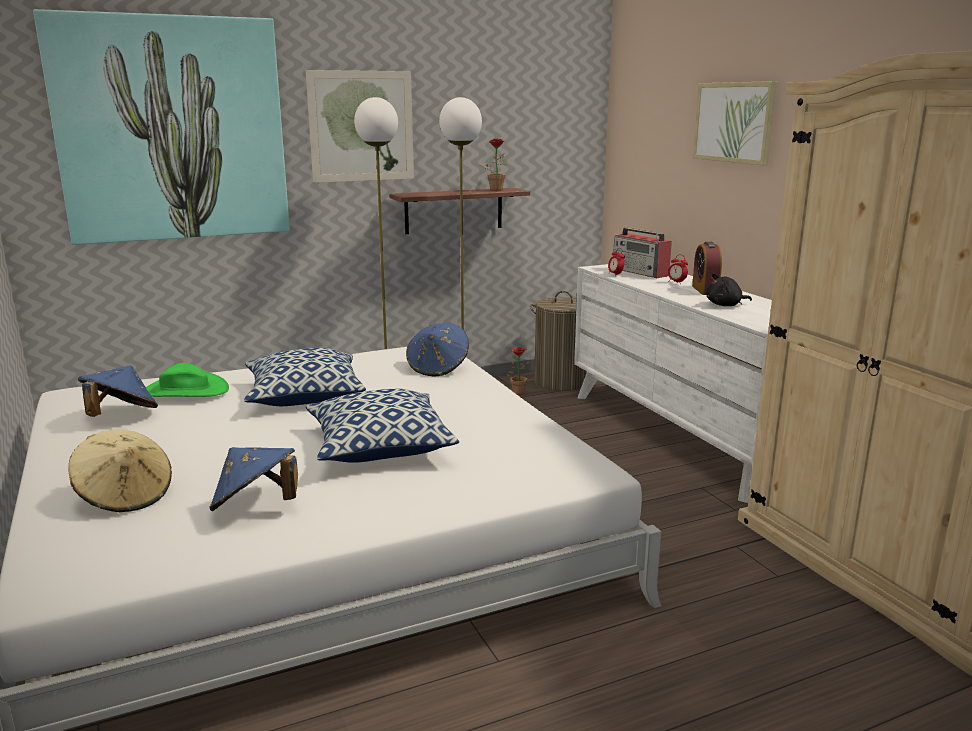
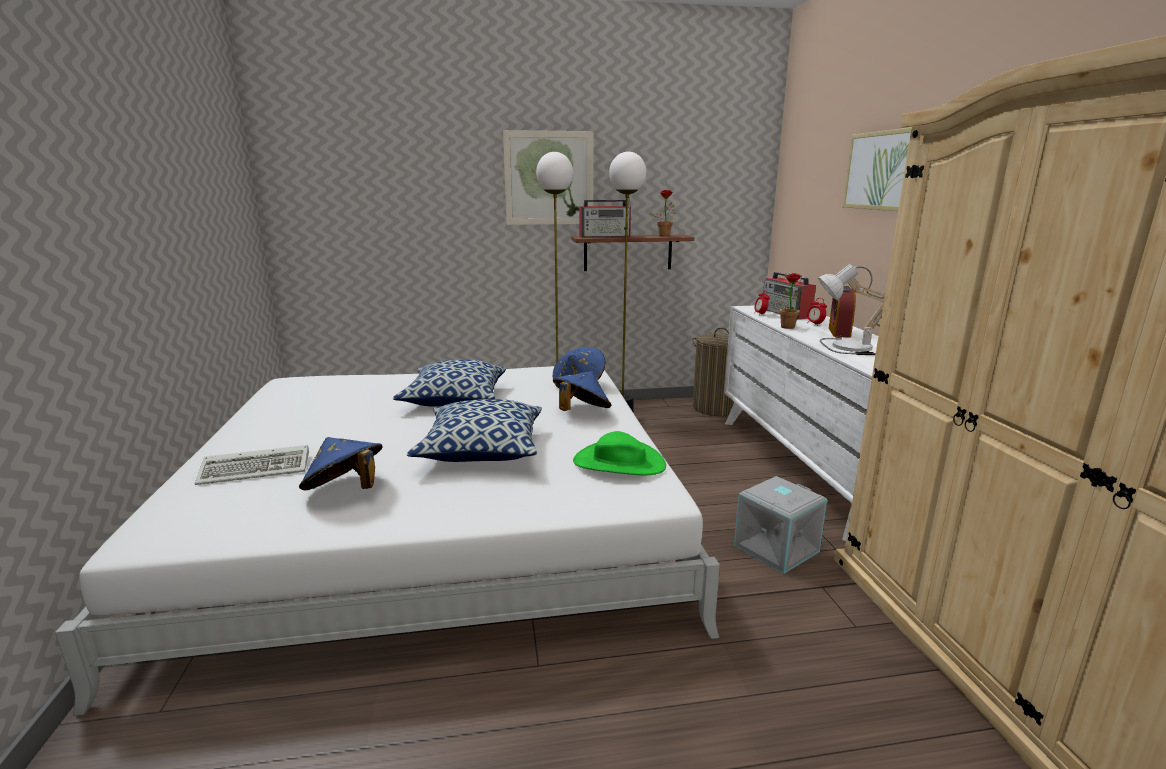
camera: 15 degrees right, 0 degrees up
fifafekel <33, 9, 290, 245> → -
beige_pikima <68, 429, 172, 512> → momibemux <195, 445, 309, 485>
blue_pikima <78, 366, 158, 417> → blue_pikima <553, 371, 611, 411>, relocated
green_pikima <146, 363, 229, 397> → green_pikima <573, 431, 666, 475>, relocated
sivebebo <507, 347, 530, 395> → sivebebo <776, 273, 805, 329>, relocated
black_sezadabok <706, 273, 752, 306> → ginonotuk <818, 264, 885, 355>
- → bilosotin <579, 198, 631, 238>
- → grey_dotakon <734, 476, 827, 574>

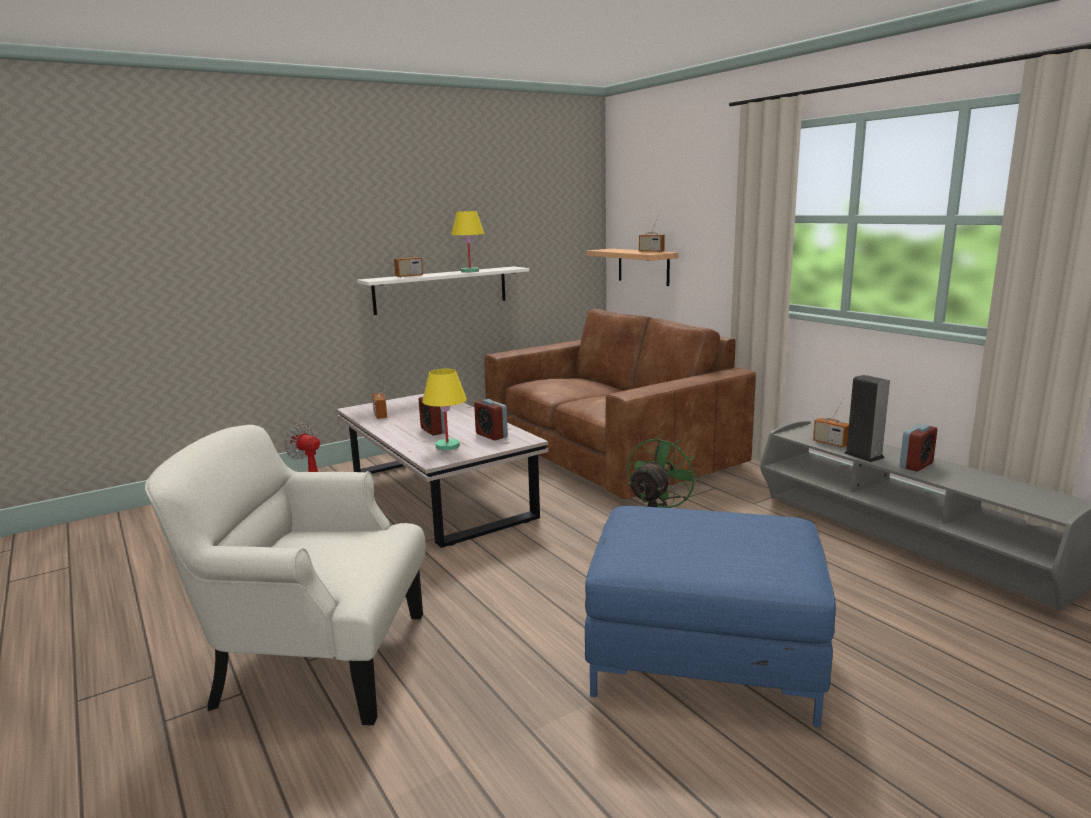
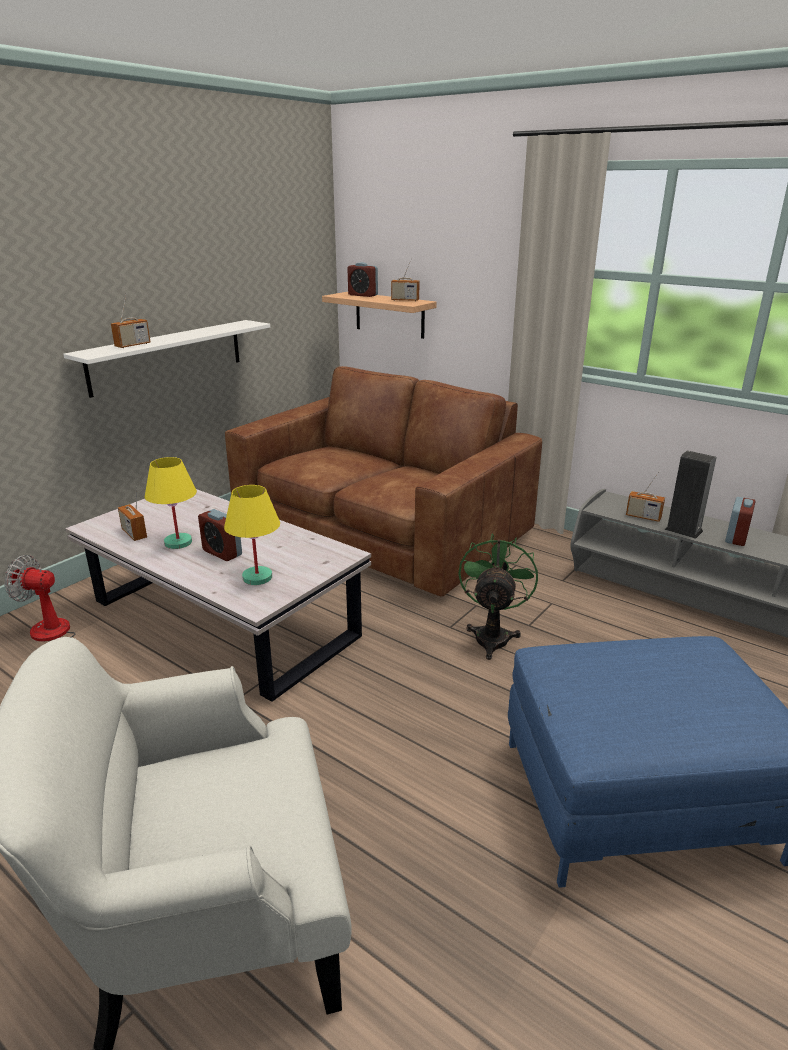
camera: 20 degrees left, 10 degrees up
yellow_ginonotuk <451, 211, 485, 273> → yellow_ginonotuk <145, 457, 197, 549>, relocated
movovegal <474, 399, 508, 440> → movovegal <347, 262, 378, 297>, relocated

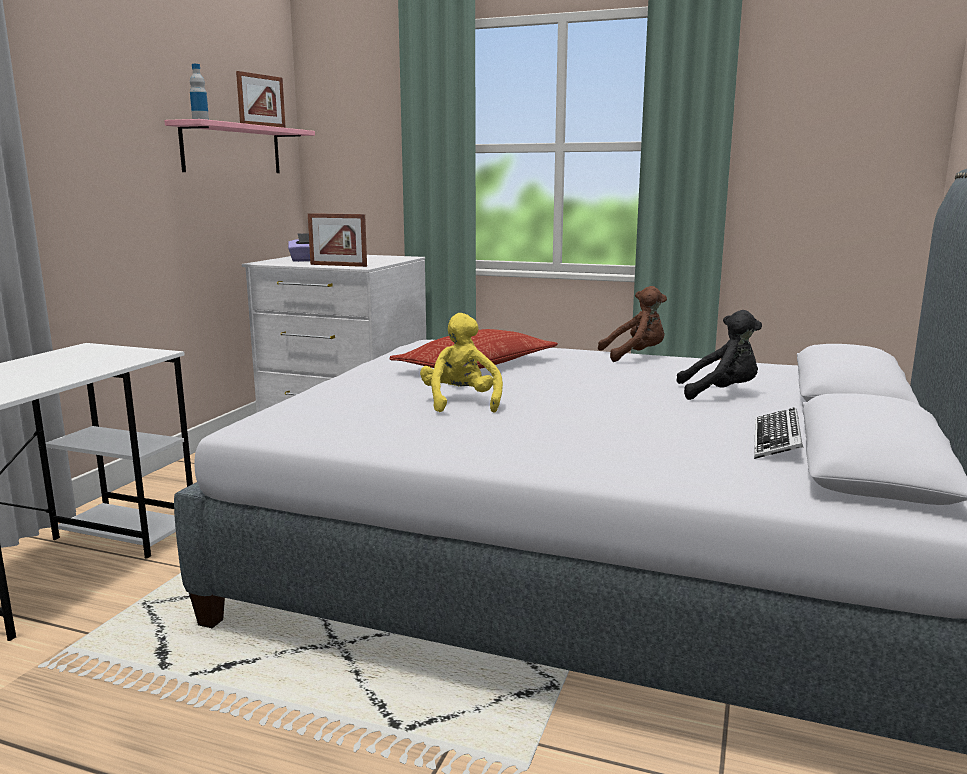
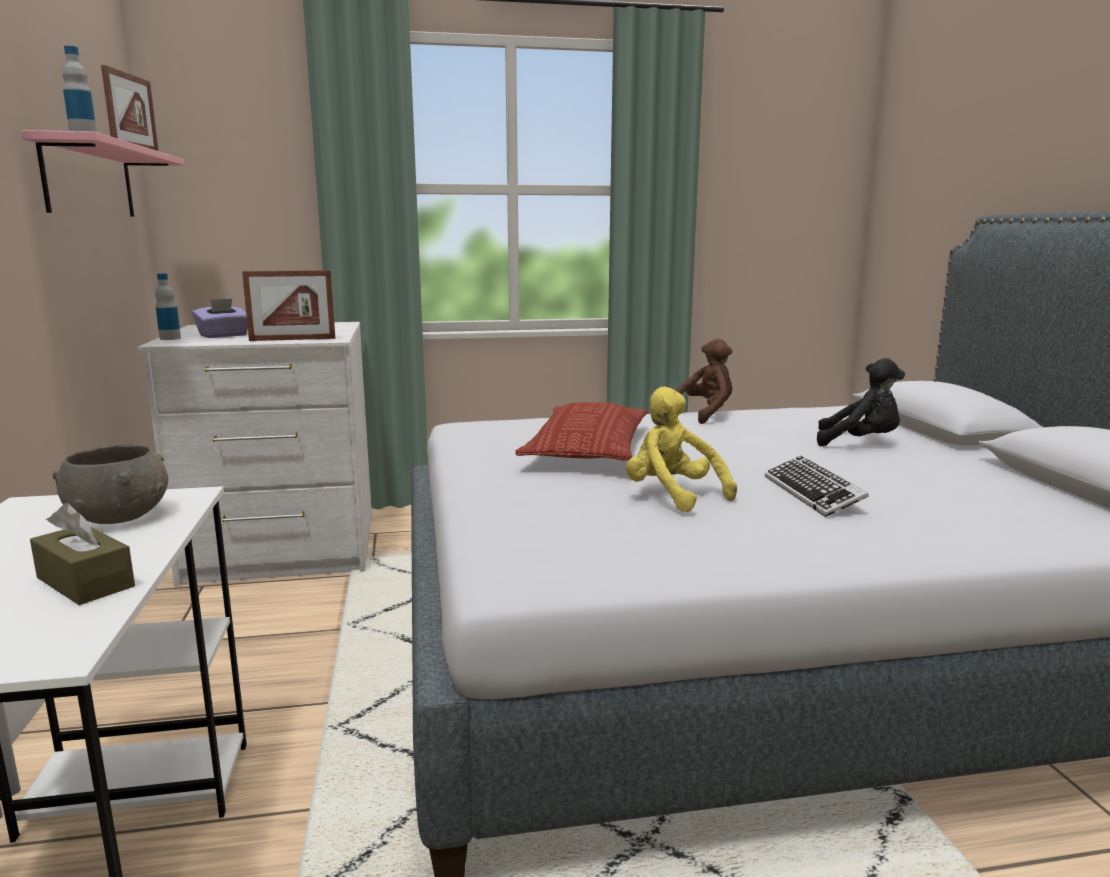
camera: 30 degrees left, 0 degrees up
black_sezadabok <676, 310, 762, 400> → black_sezadabok <817, 358, 905, 446>, 45 degrees clockwise
momibemux <754, 407, 803, 459> → momibemux <765, 456, 869, 517>, relocated
- → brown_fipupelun <30, 503, 135, 605>
- → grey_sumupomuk <52, 444, 168, 524>
- → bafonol <155, 273, 181, 340>

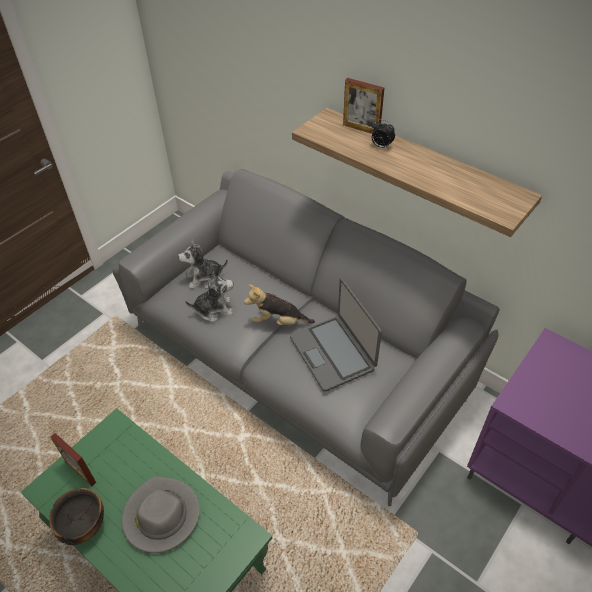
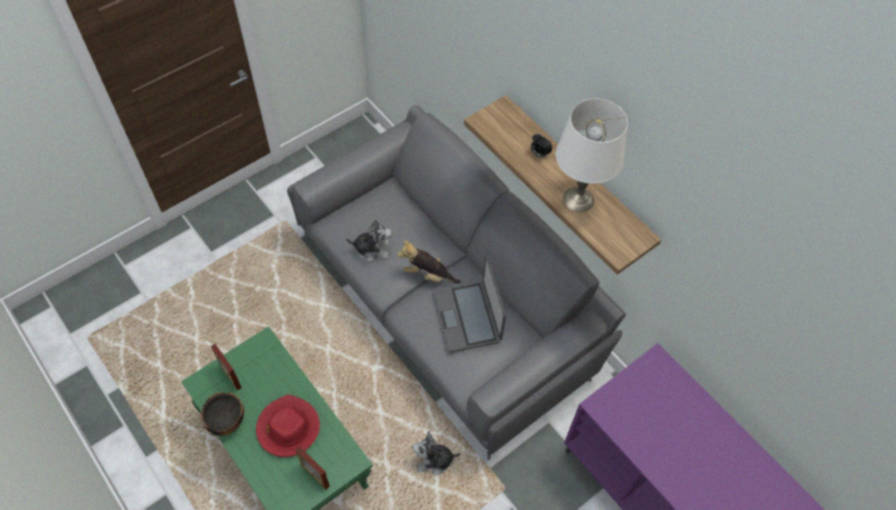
camera: 10 degrees right, 10 degrees up
grey_pikima <122, 476, 200, 553> → red_pikima <256, 395, 320, 457>
sezadabok <178, 238, 228, 289> → sezadabok <412, 431, 460, 475>, relocated
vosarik <343, 78, 385, 134> → vosarik <295, 446, 330, 489>, relocated
- → white_ginonotuk <556, 98, 628, 212>

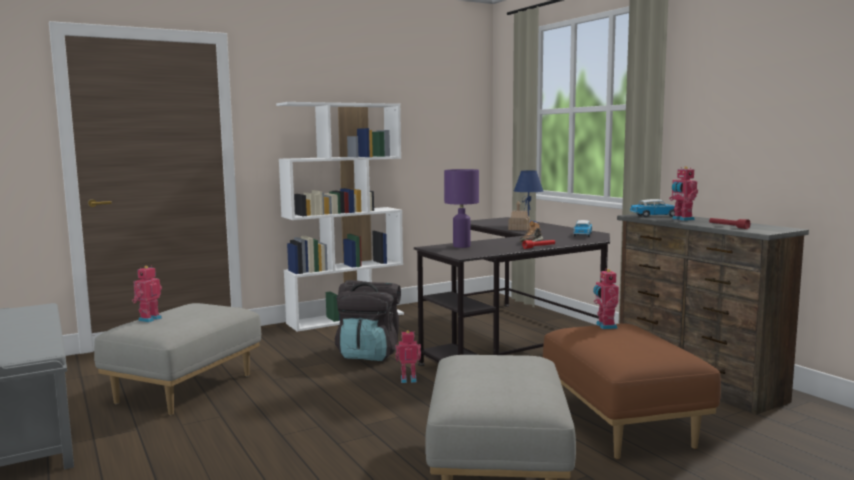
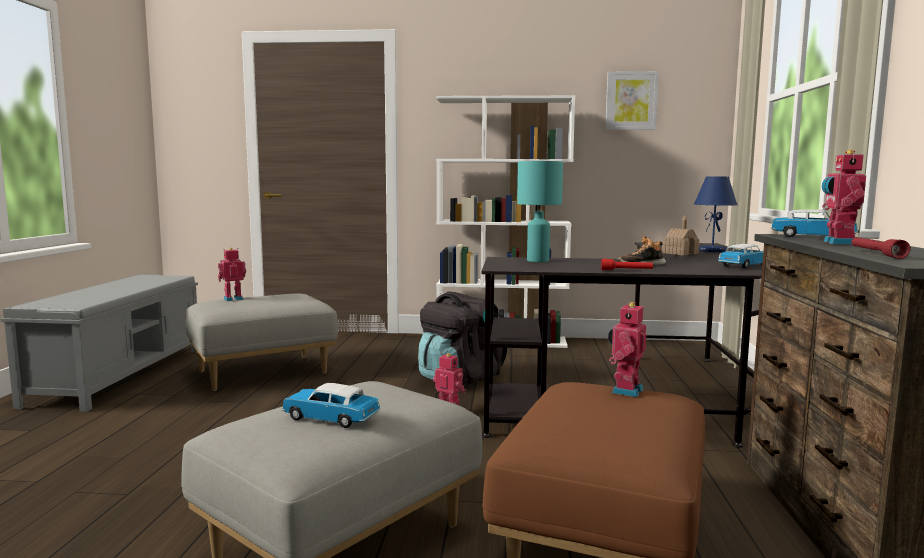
camera: 35 degrees right, 0 degrees up
purple_ginonotuk <444, 169, 479, 248> → turquoise_ginonotuk <517, 161, 563, 262>
- → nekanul <282, 383, 380, 428>
- → fifafekel <605, 71, 659, 130>

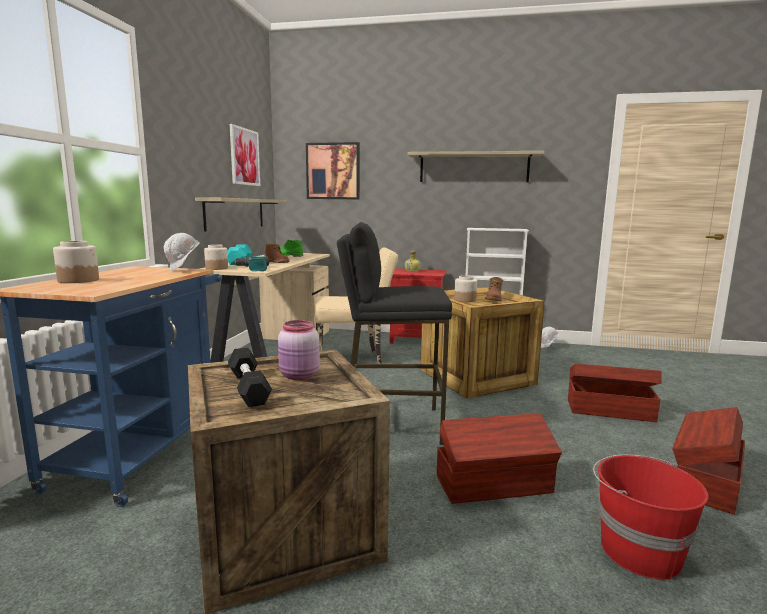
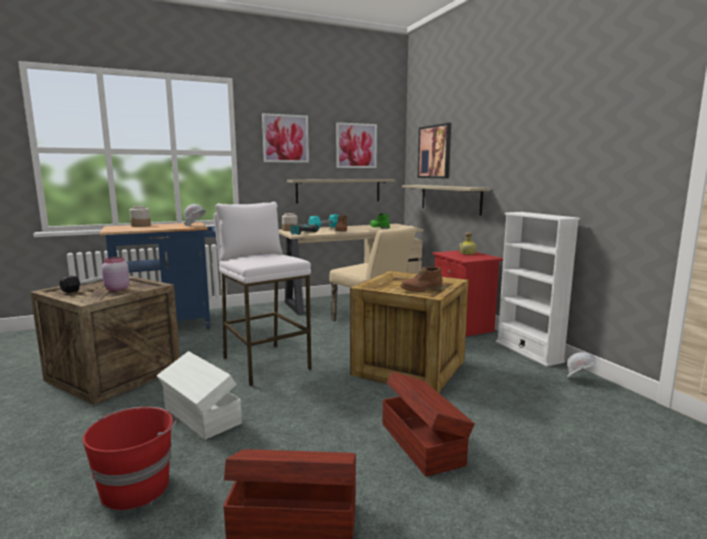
camera: 55 degrees right, 0 degrees up
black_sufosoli <337, 222, 452, 445> → white_sufosoli <214, 202, 312, 387>
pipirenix <408, 151, 545, 182> → pipirenix <402, 185, 490, 216>, relocated
brown_dotakon <437, 413, 562, 504> → white_dotakon <157, 351, 242, 440>
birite <454, 275, 477, 302> → -
- → fifafekel <262, 113, 309, 163>

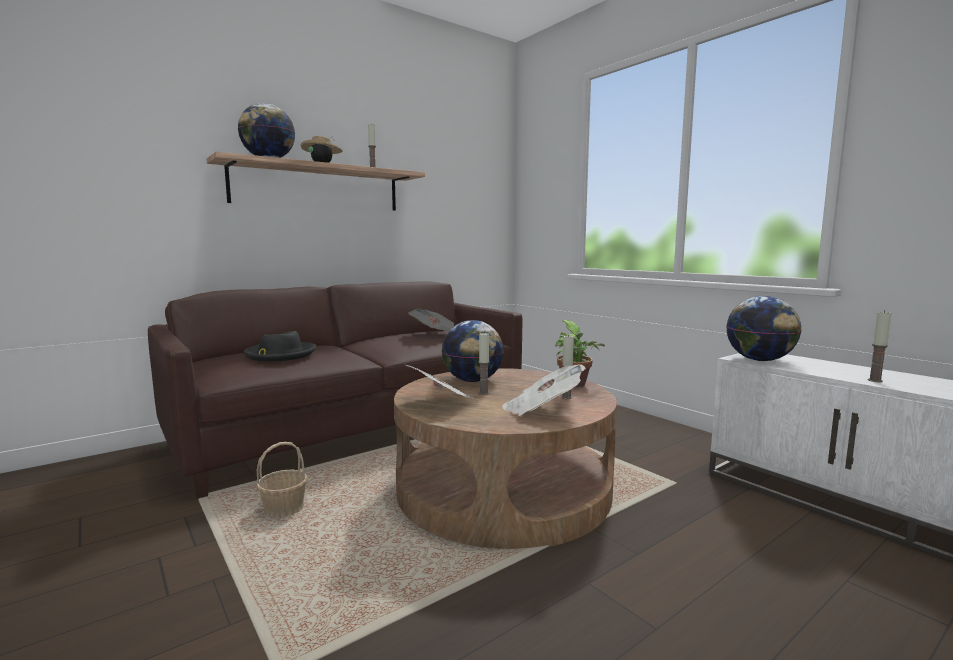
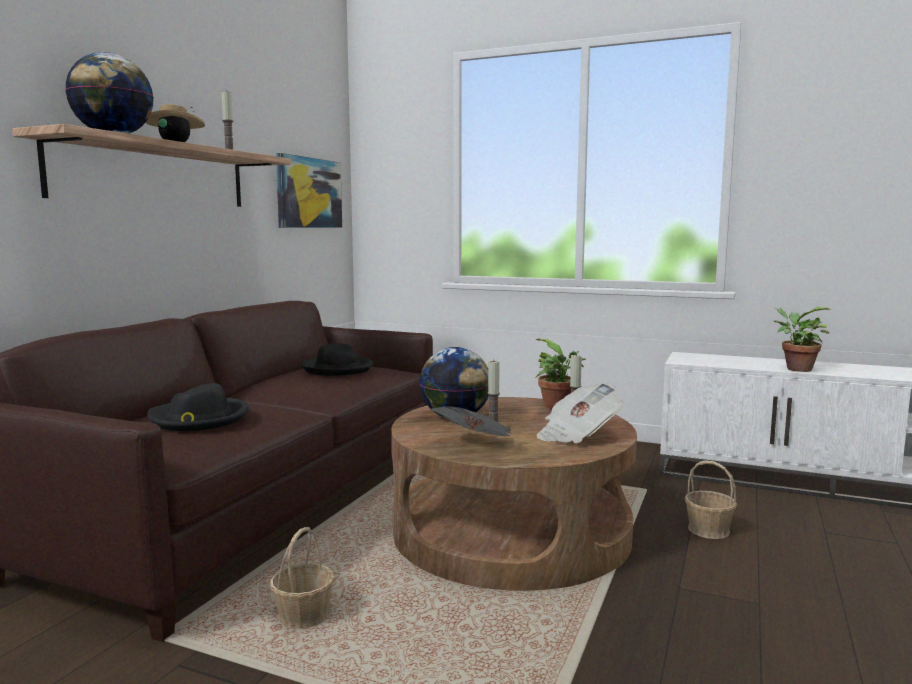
camera: 30 degrees left, 0 degrees up
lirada <408, 309, 454, 331> → black_pikima <301, 343, 373, 376>
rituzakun <726, 296, 801, 361> → -
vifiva <868, 310, 891, 382> → sivebebo <774, 307, 831, 372>
- → fifafekel <276, 153, 342, 228>
- → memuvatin <684, 461, 737, 539>

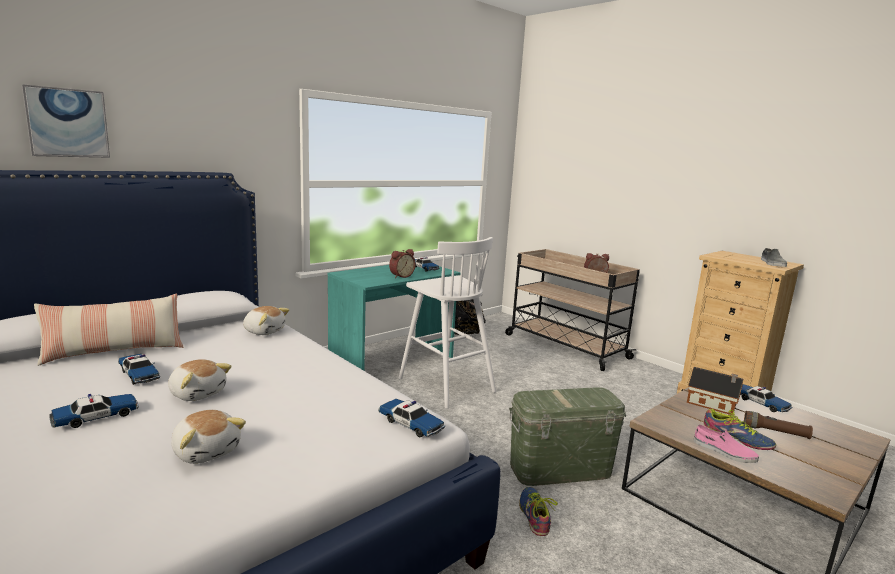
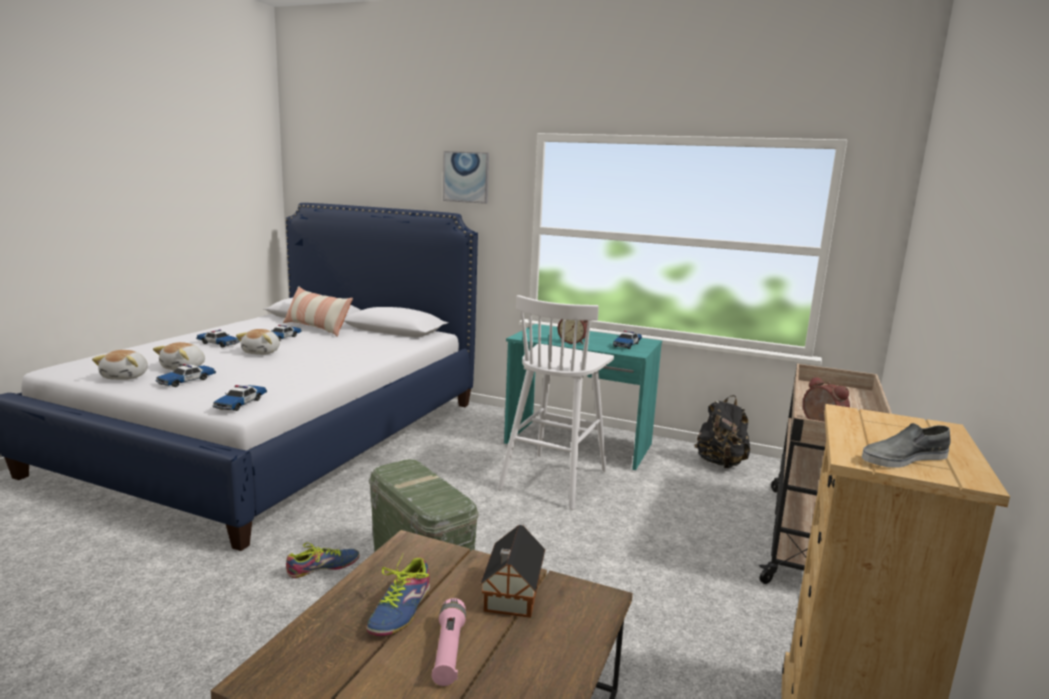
camera: 65 degrees right, 0 degrees up
fifafekel <22, 84, 110, 158> → fifafekel <443, 151, 489, 204>, relocated
sezadabok <243, 306, 290, 335> → sezadabok <92, 350, 148, 380>, relocated
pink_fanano <694, 425, 759, 463> → -
nekanul <740, 384, 792, 412> → nekanul <156, 364, 216, 387>, relocated
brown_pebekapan <744, 411, 813, 439> → pink_pebekapan <431, 598, 466, 686>

